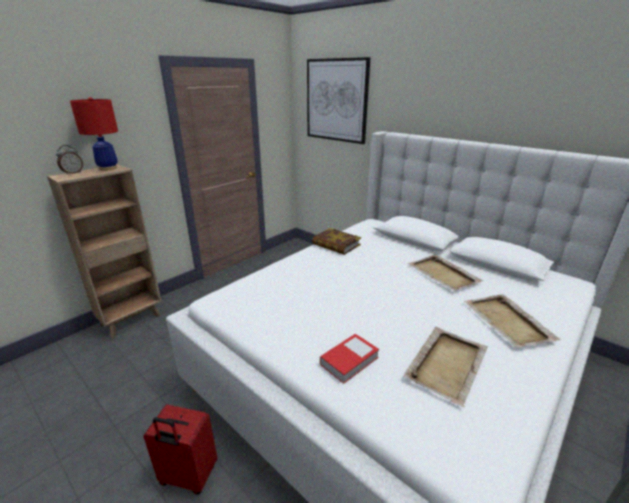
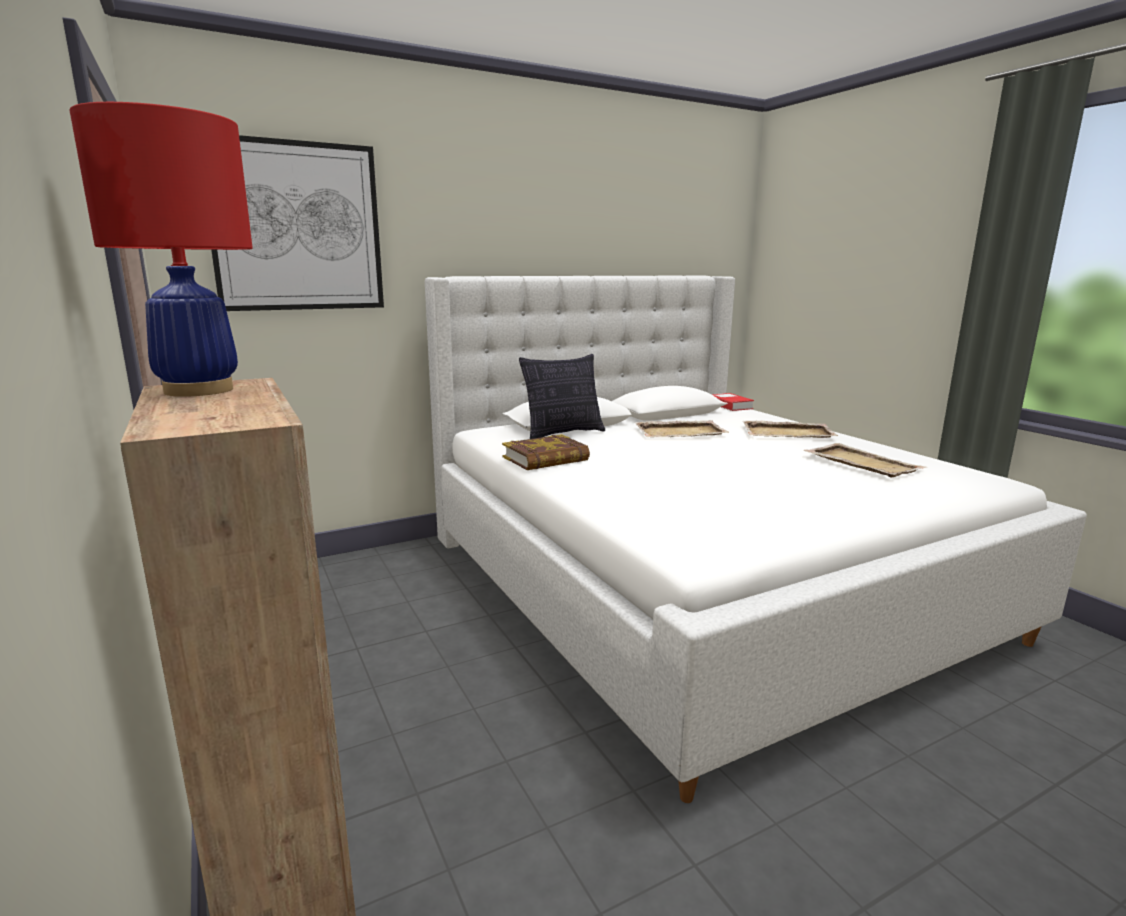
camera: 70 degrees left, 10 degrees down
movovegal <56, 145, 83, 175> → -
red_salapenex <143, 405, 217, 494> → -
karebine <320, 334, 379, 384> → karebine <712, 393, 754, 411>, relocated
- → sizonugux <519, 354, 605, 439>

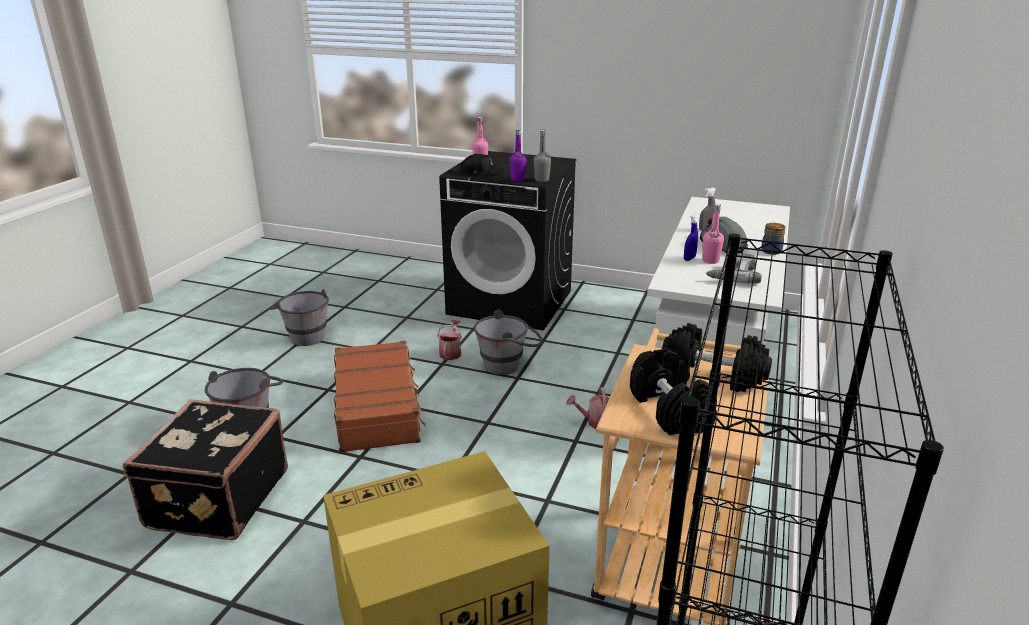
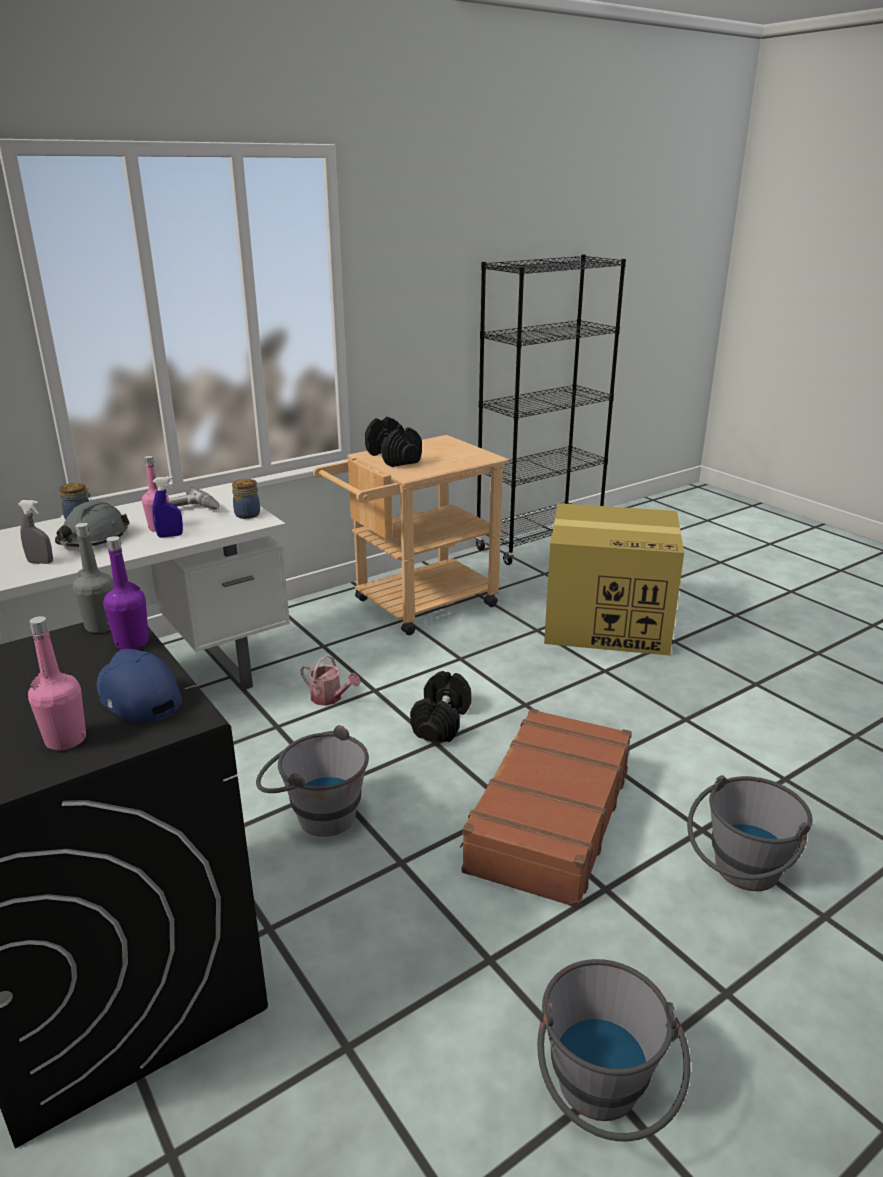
camera: 145 degrees left, 0 degrees up
black_salapenex <123, 399, 288, 540> → -
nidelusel <437, 320, 462, 360> → -
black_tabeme <460, 154, 504, 176> → blue_tabeme <96, 649, 182, 723>
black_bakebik <630, 348, 717, 435> → black_bakebik <410, 671, 471, 742>, relocated
- → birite <232, 479, 260, 519>

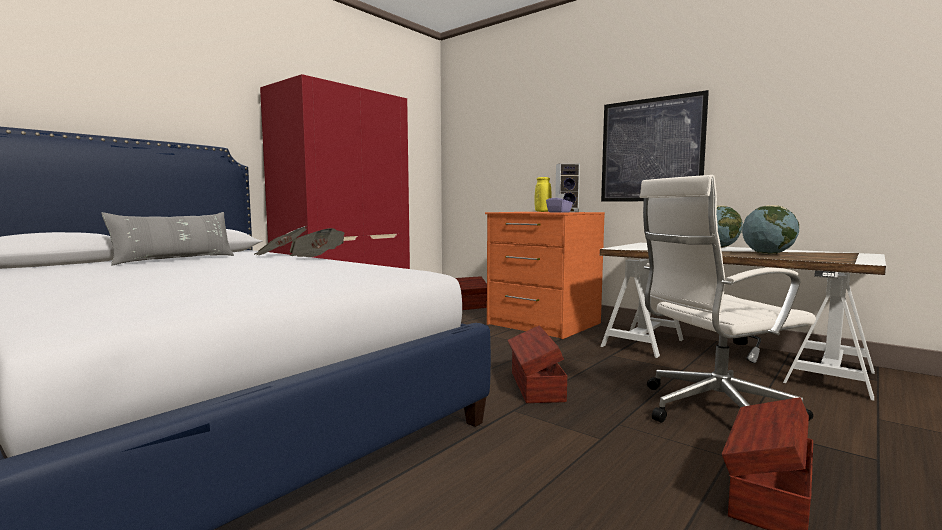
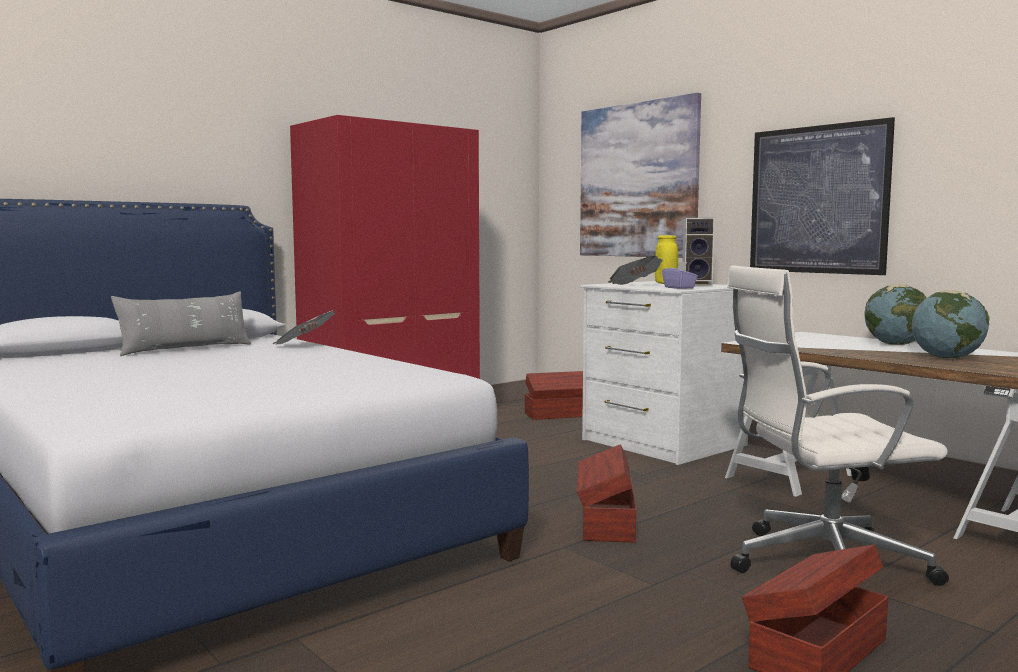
camera: 10 degrees right, 0 degrees up
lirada <290, 228, 345, 257> → lirada <608, 256, 663, 285>, relocated
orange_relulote <485, 212, 605, 339> → white_relulote <581, 281, 748, 465>
- → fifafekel <580, 93, 701, 258>

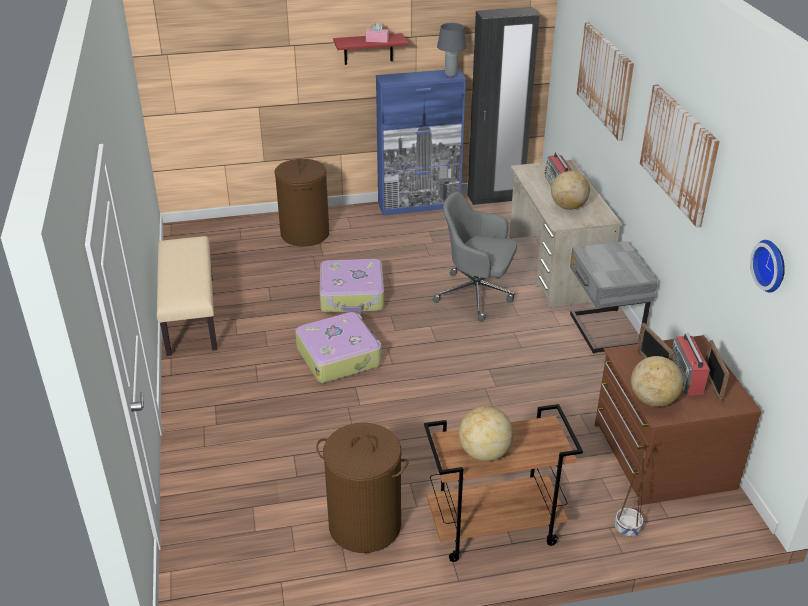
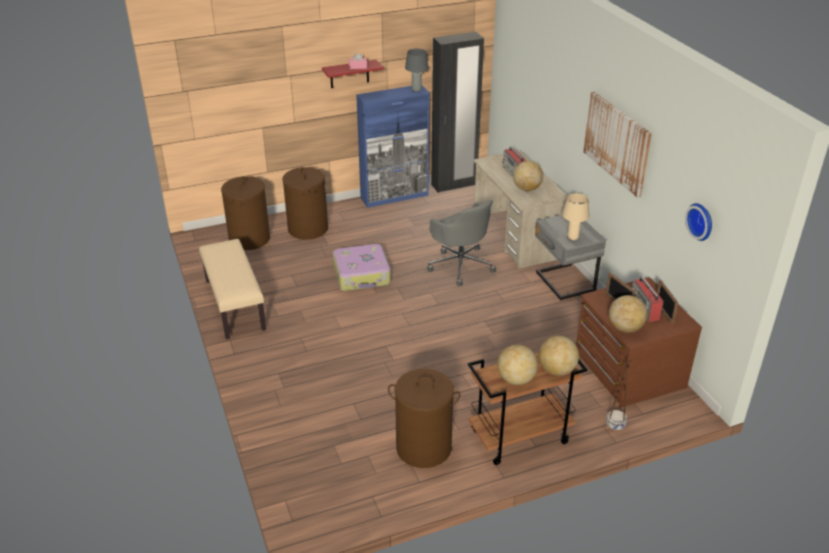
camera: 10 degrees left, 0 degrees up
salapenex <295, 312, 381, 383> → -
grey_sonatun <432, 192, 517, 322> → grey_sonatun <427, 200, 497, 286>, 135 degrees counterclockwise
fifafekel <577, 22, 634, 141> → -
- → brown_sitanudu <221, 176, 270, 250>
- → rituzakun <539, 336, 579, 376>
- → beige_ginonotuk <562, 193, 589, 240>

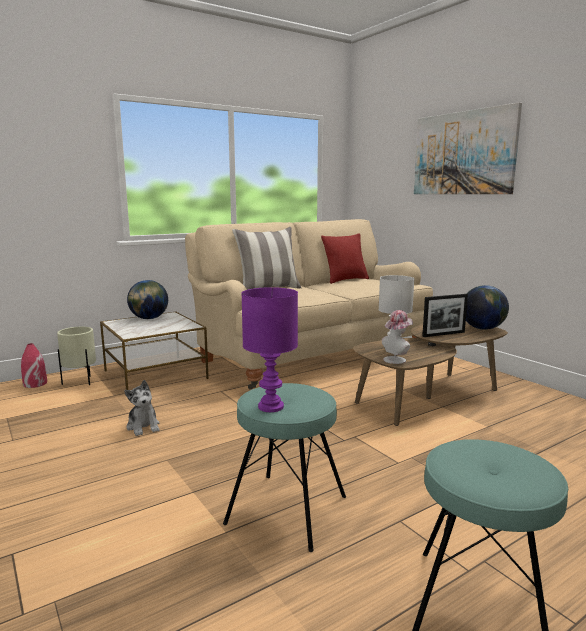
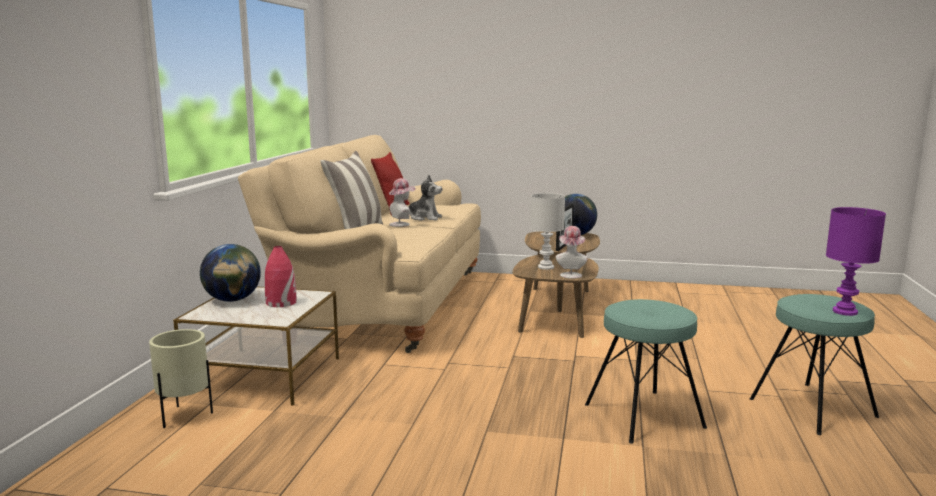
camera: 45 degrees left, 0 degrees up
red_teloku <21, 343, 47, 388> → red_teloku <264, 246, 297, 307>, relocated
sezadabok <124, 380, 159, 436> → sezadabok <404, 175, 442, 221>, relocated
purple_ginonotuk <241, 287, 298, 412> → purple_ginonotuk <826, 207, 886, 316>, relocated
fifafekel <414, 102, 522, 194> → -
- → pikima <389, 178, 415, 227>

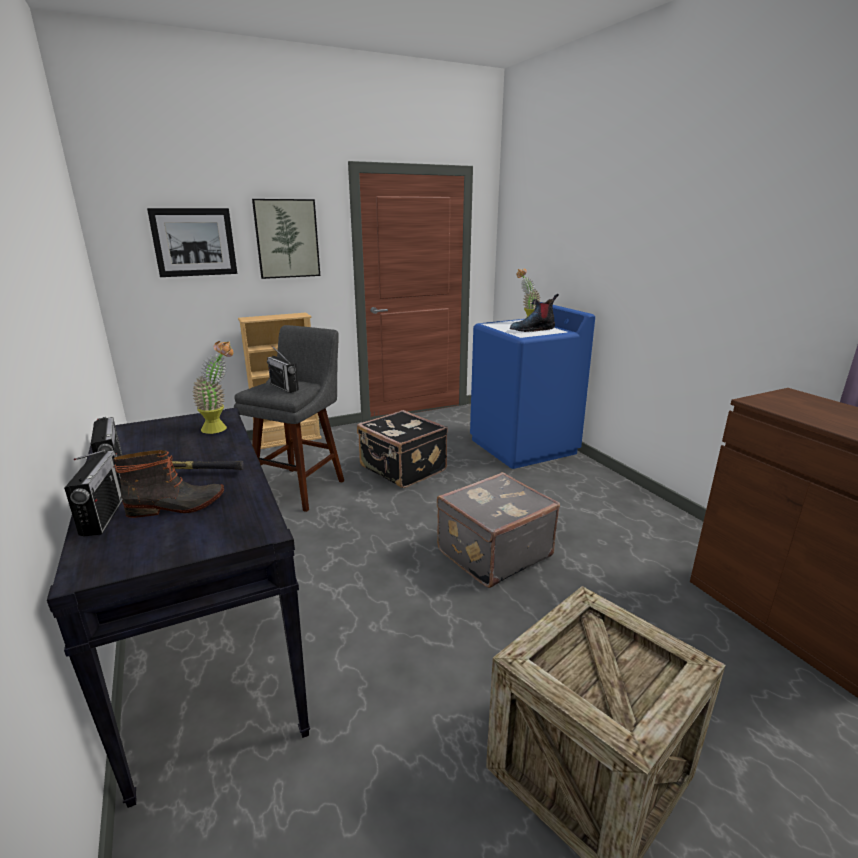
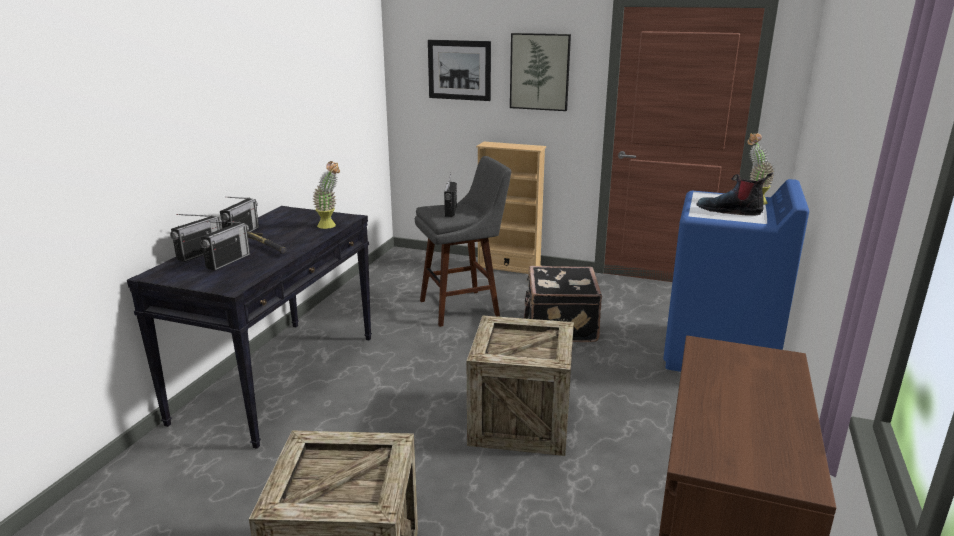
camera: 45 degrees right, 0 degrees up
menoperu <113, 450, 224, 518> → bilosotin <201, 221, 250, 271>
grey_salapenex <437, 472, 560, 588> → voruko <467, 315, 574, 456>

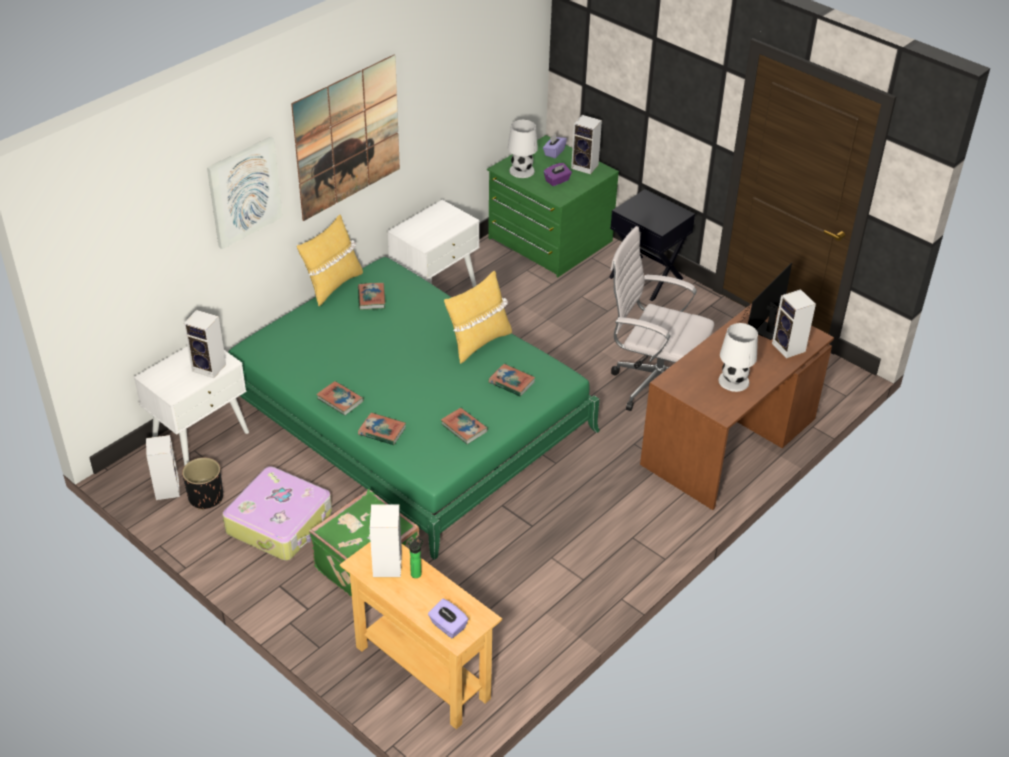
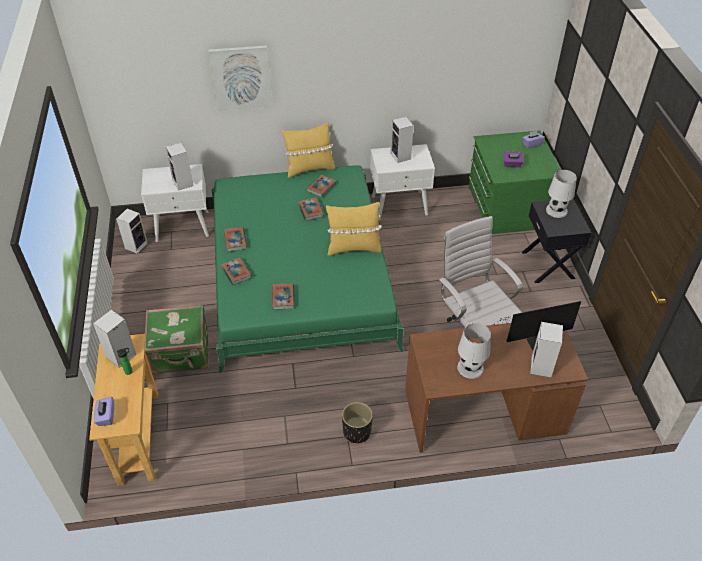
camera: 40 degrees right, 5 degrees up
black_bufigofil <182, 458, 223, 510> → black_bufigofil <342, 402, 373, 443>, relocated
salapenex <222, 466, 332, 561> → -
fifafekel <291, 55, 400, 221> → -
karebine <489, 364, 536, 397> → karebine <298, 197, 324, 221>, relocated
white_ginonotuk <508, 120, 538, 178> → white_ginonotuk <546, 170, 577, 218>, relocated
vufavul <571, 115, 602, 174> → vufavul <390, 116, 414, 163>, relocated

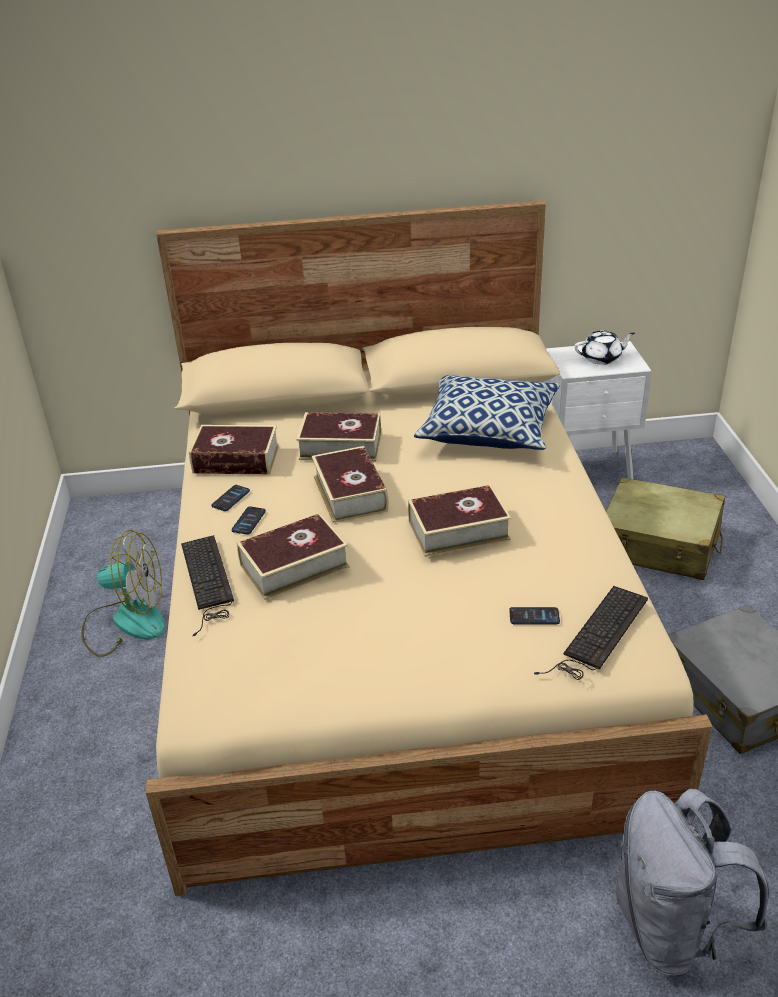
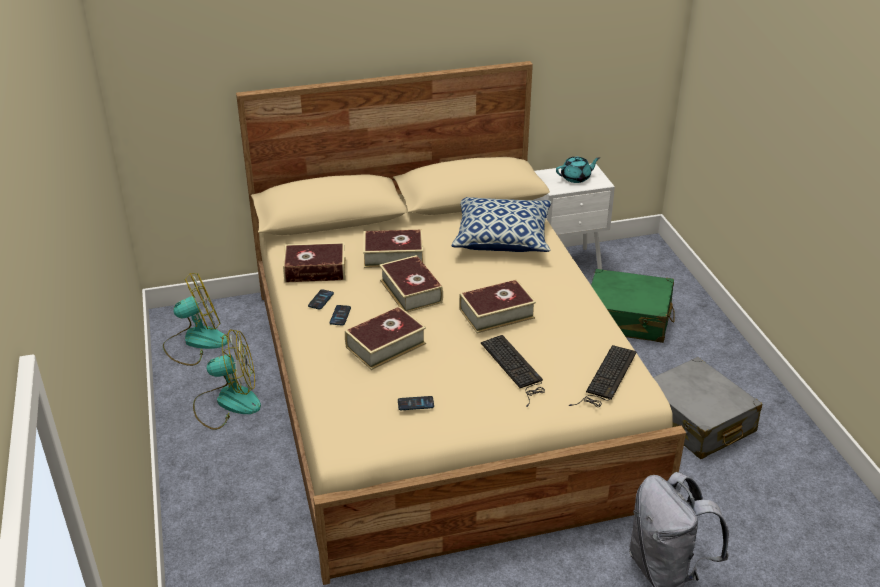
camera: 10 degrees left, 0 degrees up
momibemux <181, 535, 234, 637> → momibemux <481, 335, 545, 407>, relocated
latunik <509, 607, 560, 624> → latunik <398, 396, 434, 410>, relocated
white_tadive <574, 330, 635, 365> → turquoise_tadive <556, 156, 600, 183>
beige_salapenex <606, 477, 725, 580> → green_salapenex <591, 269, 675, 343>
- → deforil <163, 273, 228, 366>

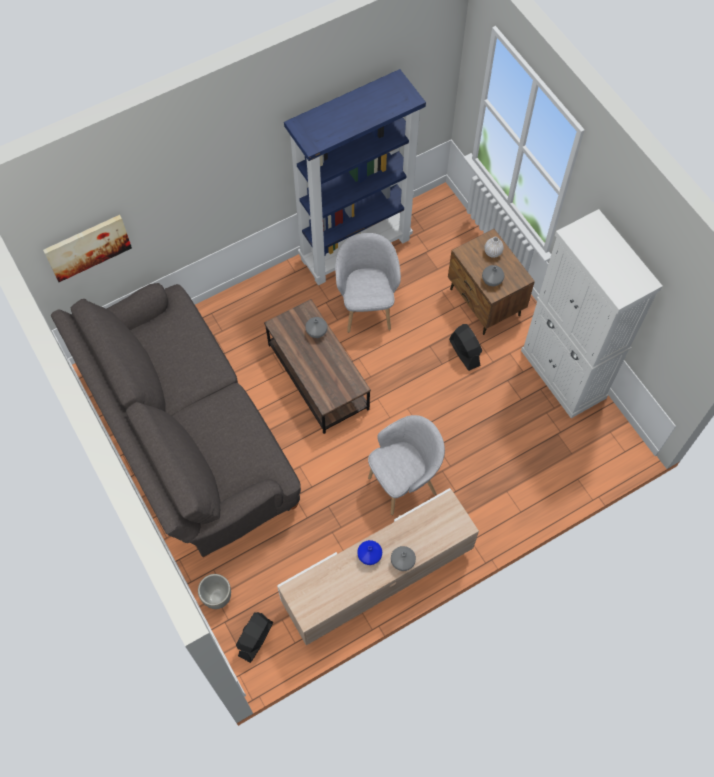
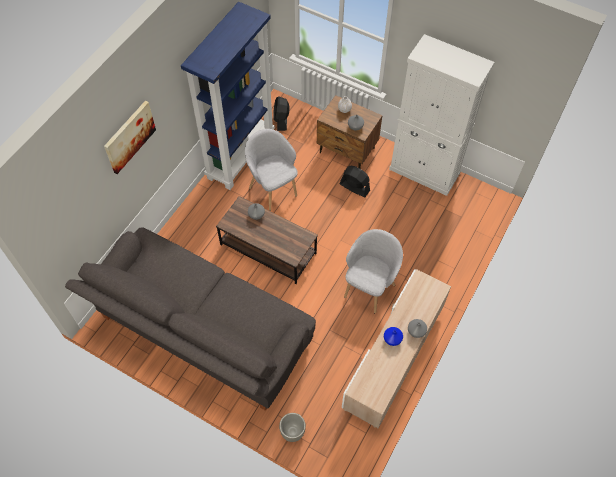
camera: 30 degrees left, 5 degrees down
fifafekel <43, 215, 132, 282> → fifafekel <104, 101, 156, 174>, relocated
black_deforil <236, 612, 273, 663> → black_deforil <273, 97, 290, 131>, relocated

